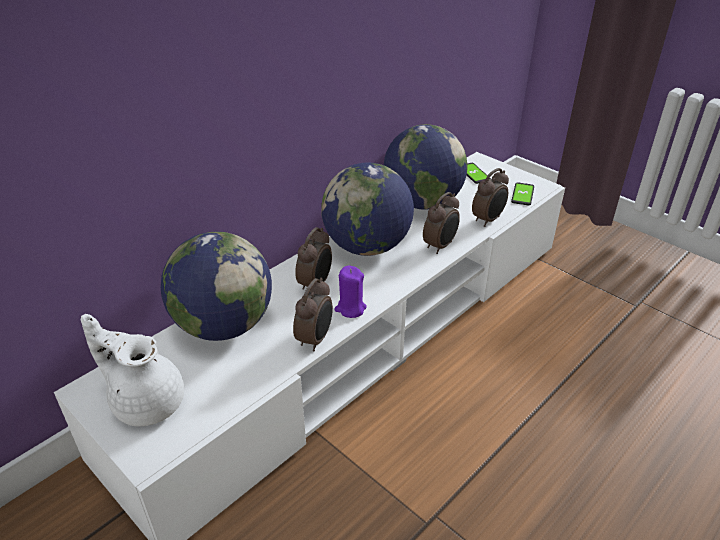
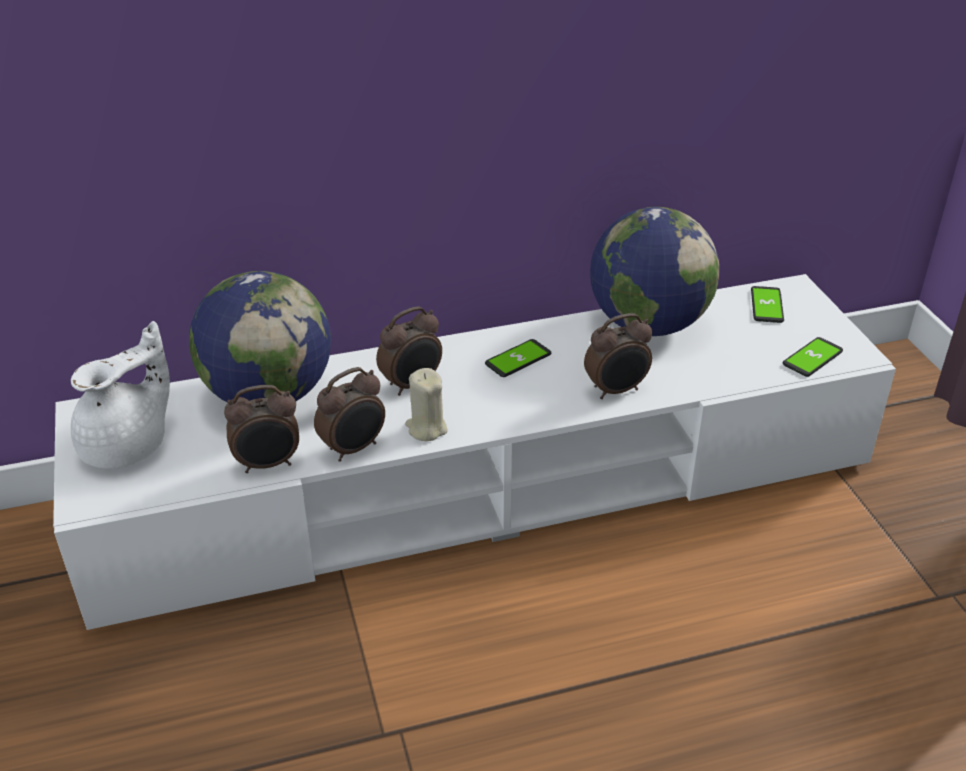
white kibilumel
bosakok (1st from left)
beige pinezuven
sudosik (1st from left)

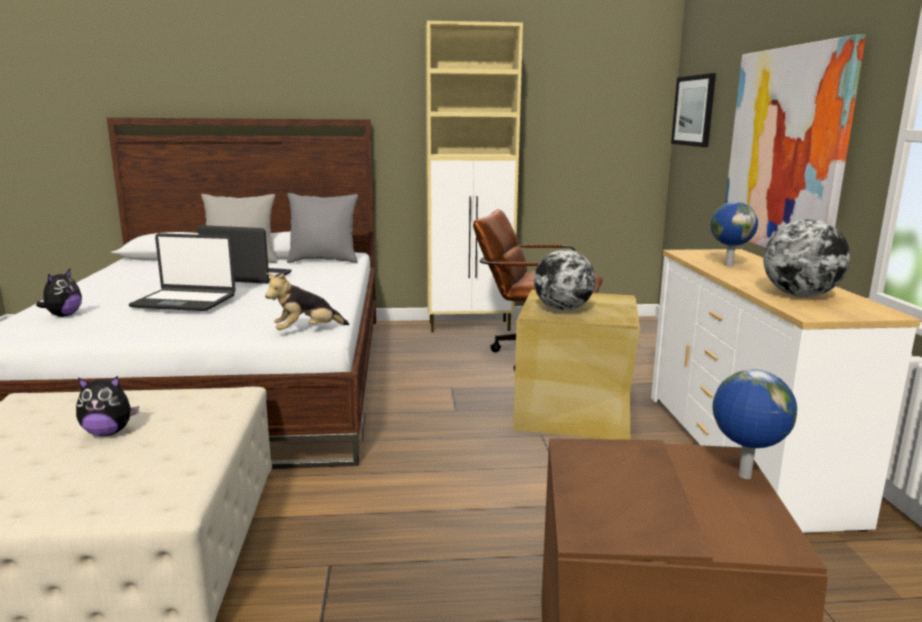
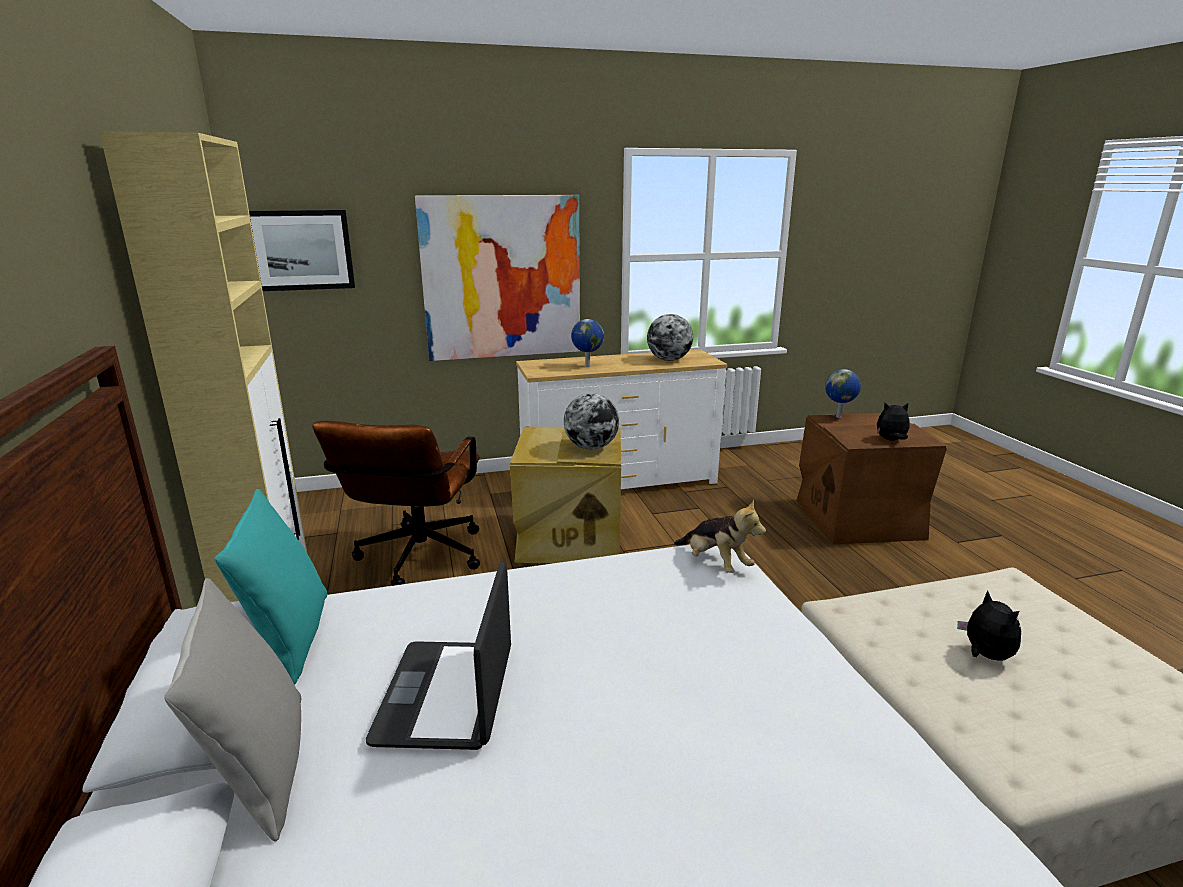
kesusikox (2nd from left)
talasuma (1st from left in the first image)
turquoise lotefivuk

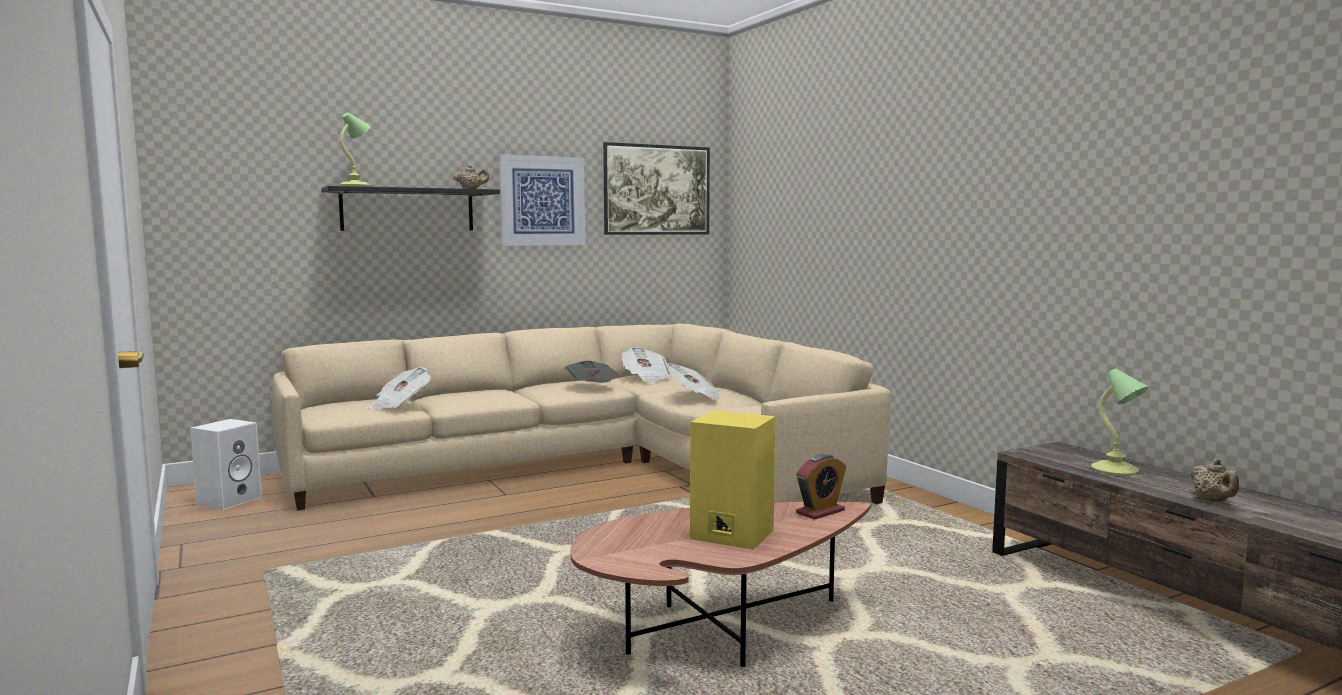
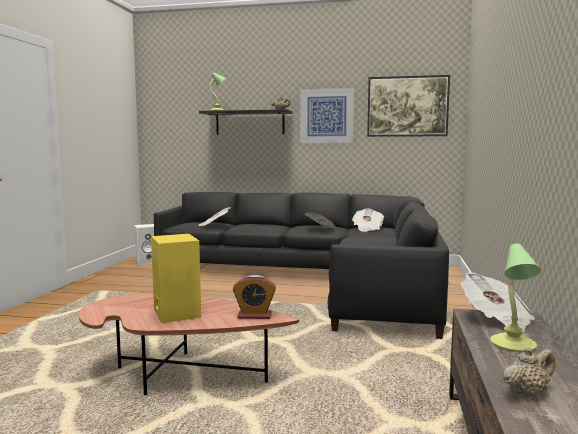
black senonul
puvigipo (4th from left)
beige kibilumel (2nd from left)

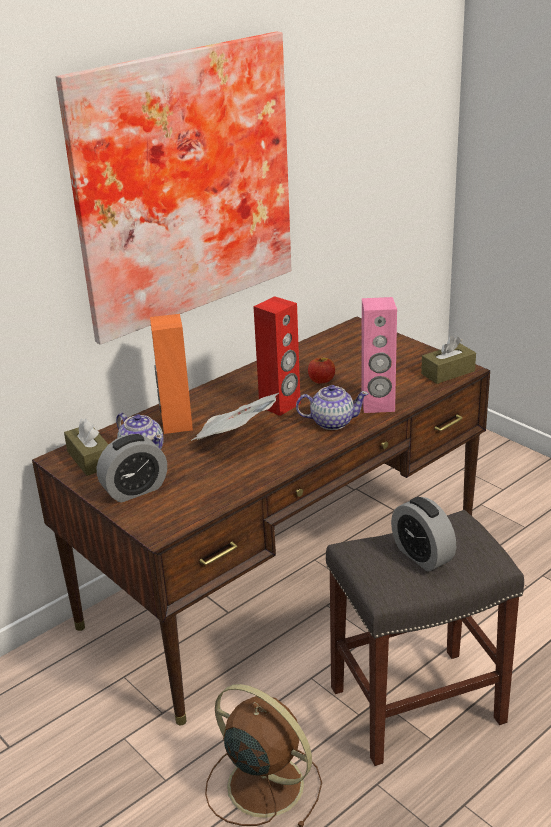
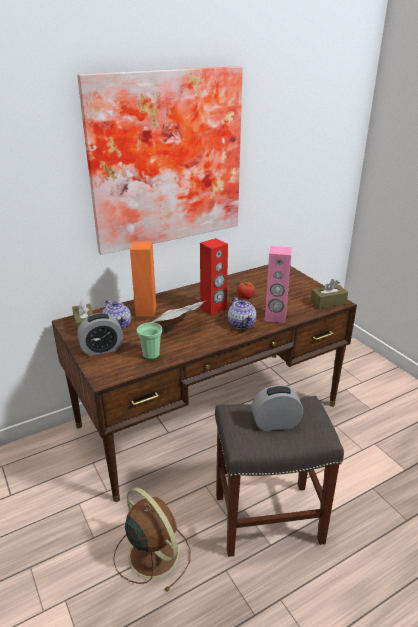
kibilumel (2nd from left)
sudosik (2nd from left)
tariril

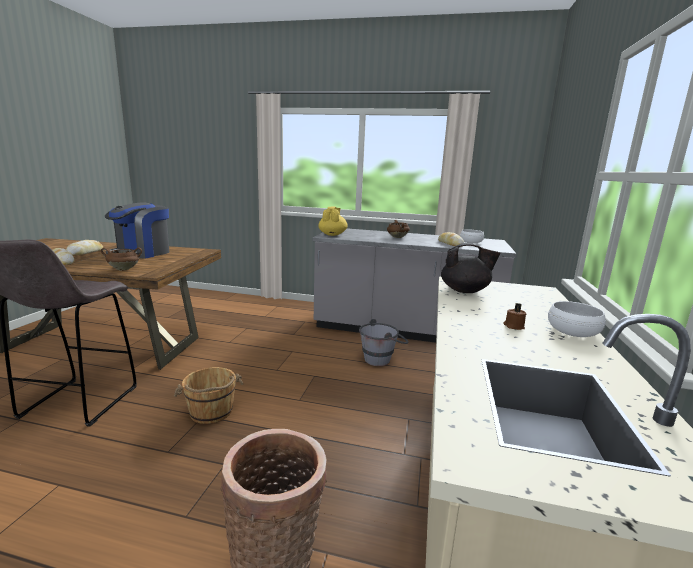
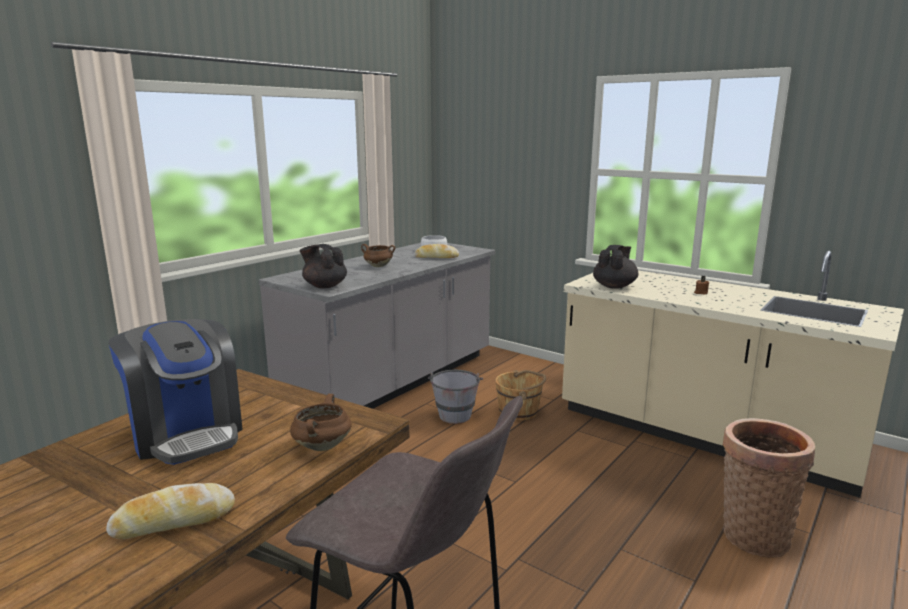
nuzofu (2nd from left in the first image)
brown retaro
black kibilumel (1st from left)
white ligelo (2nd from left in the first image)

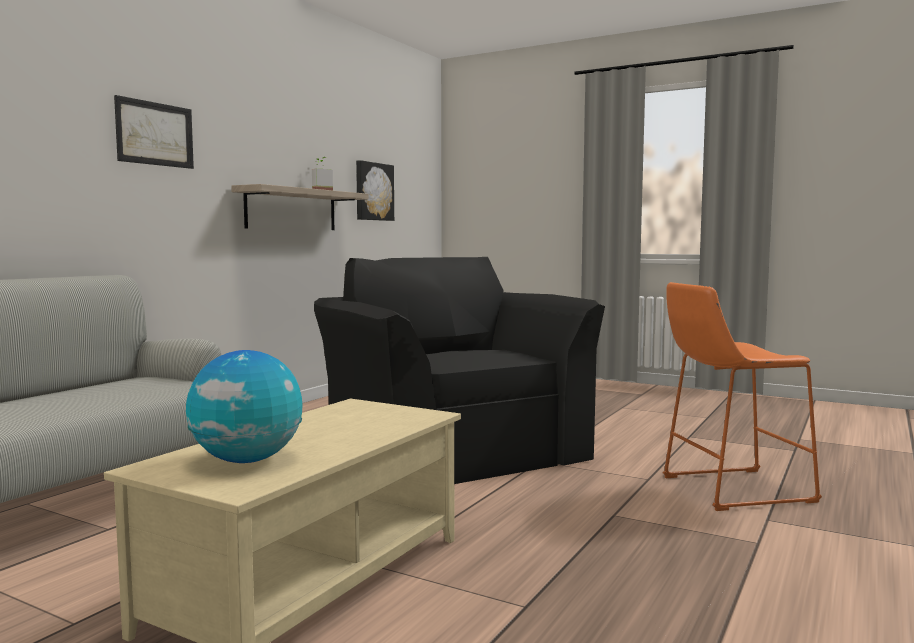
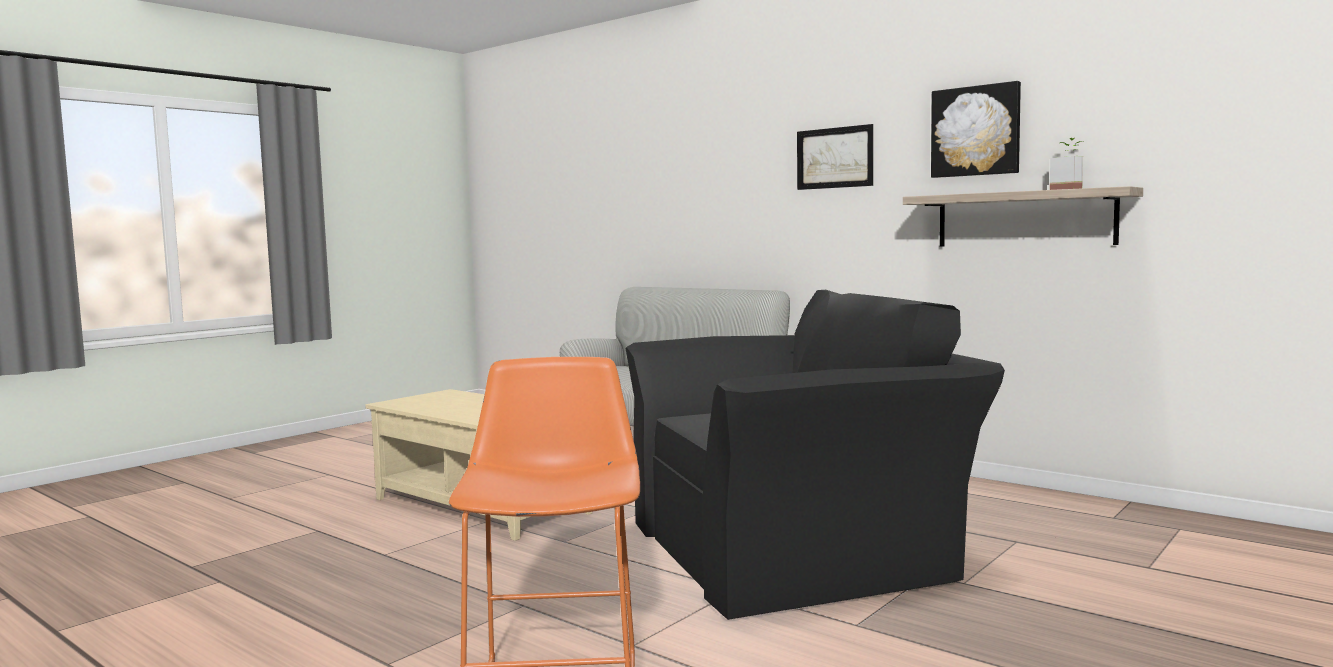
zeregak
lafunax (2nd from left)

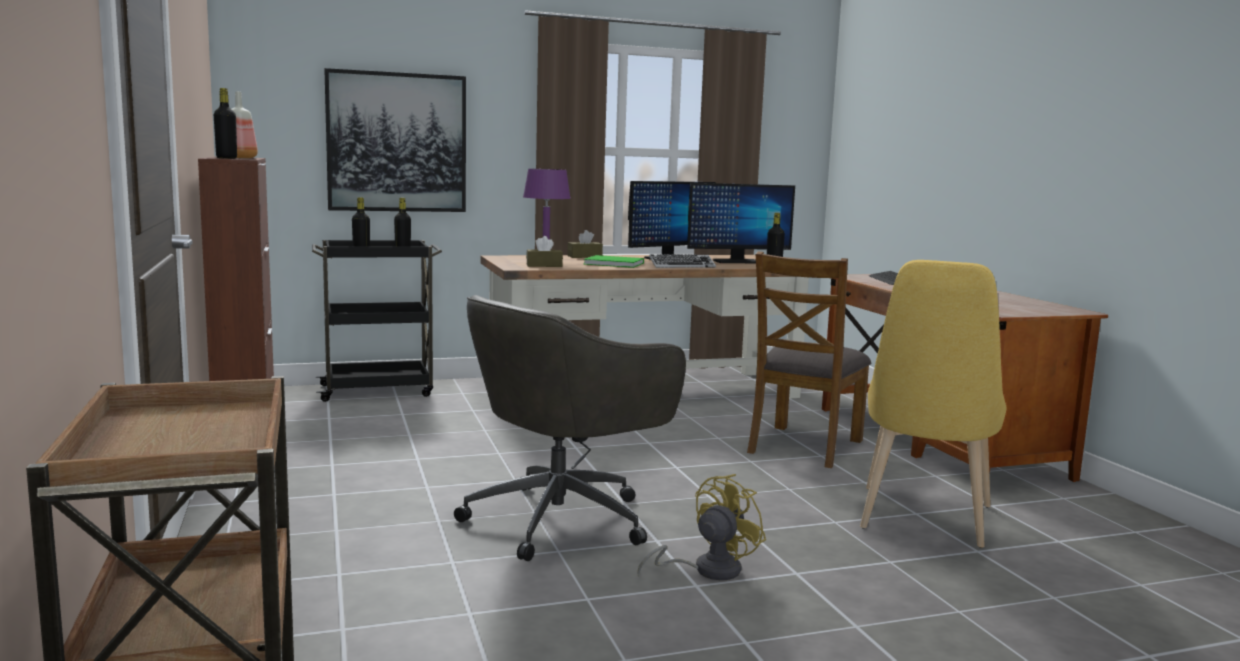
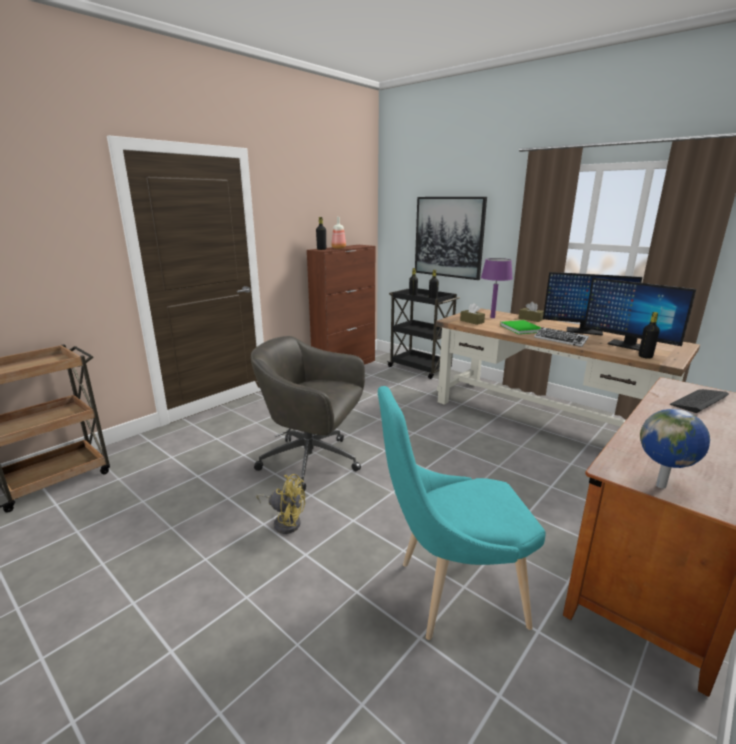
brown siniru
turquoise siniru
zeregak

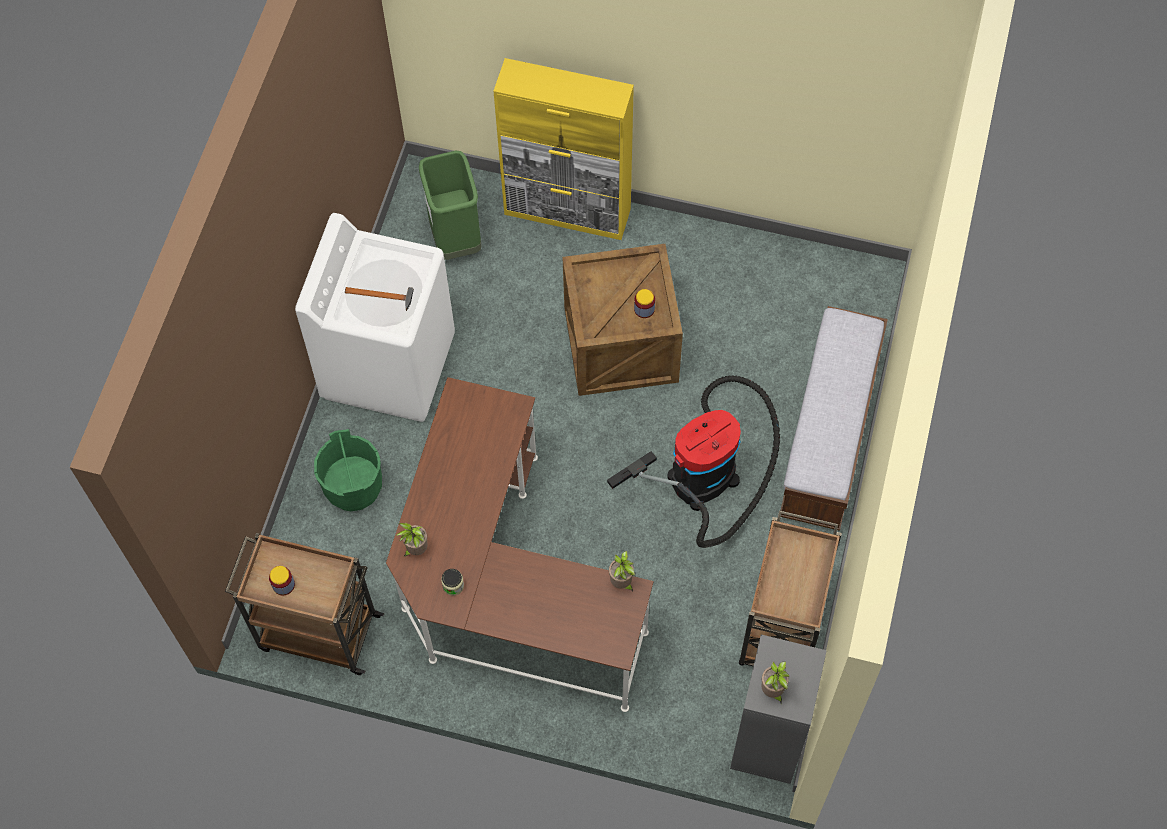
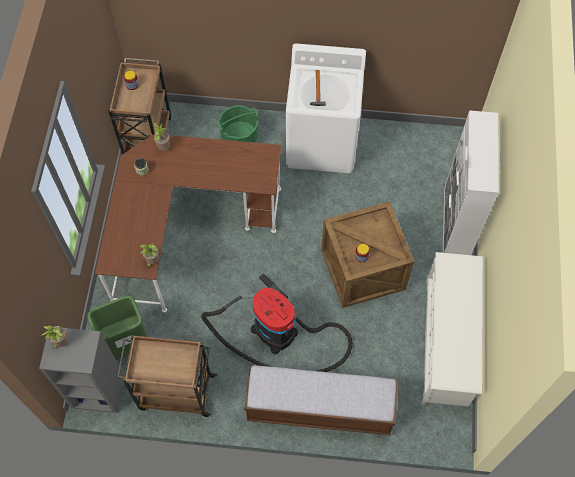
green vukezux
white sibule
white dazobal

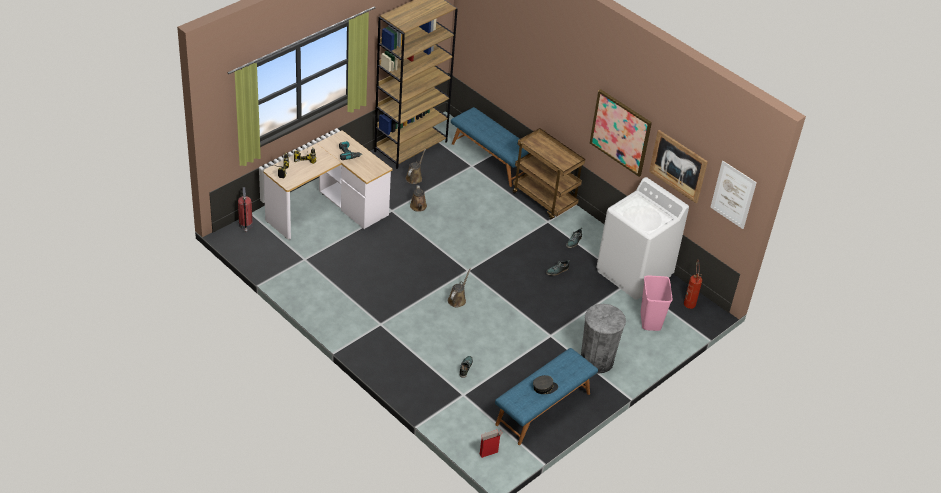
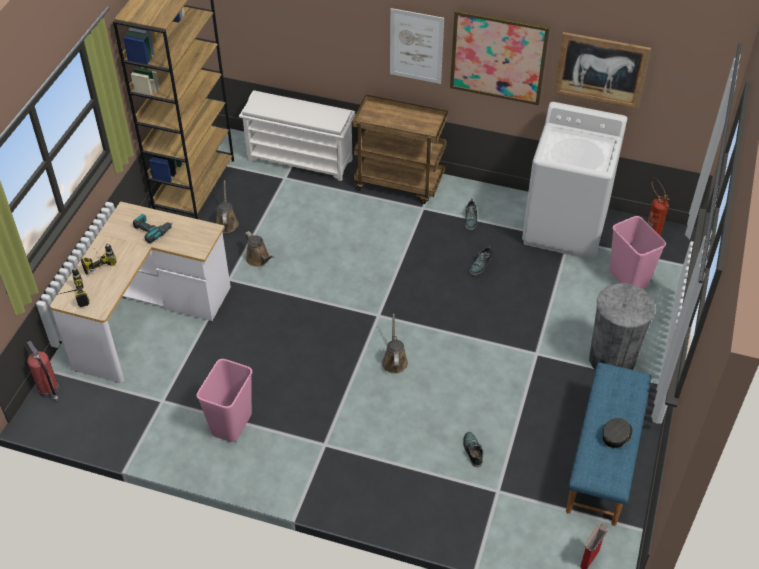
white dazobal
lafunax (1st from left)
pink vukezux (1st from left)

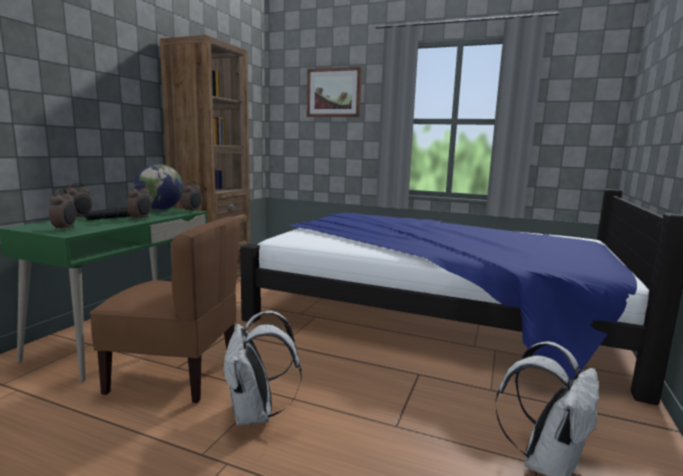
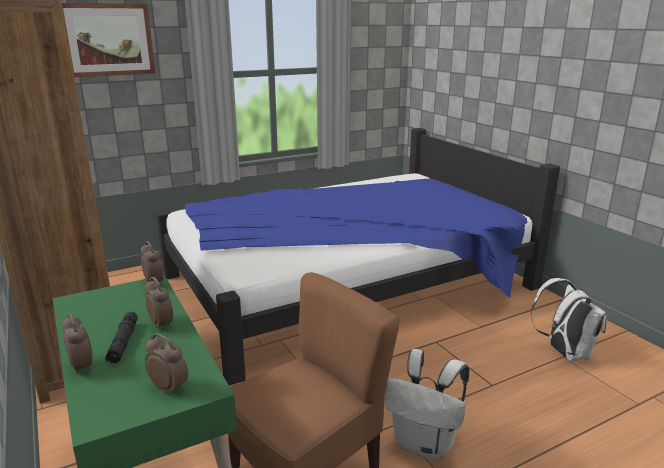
zeregak

